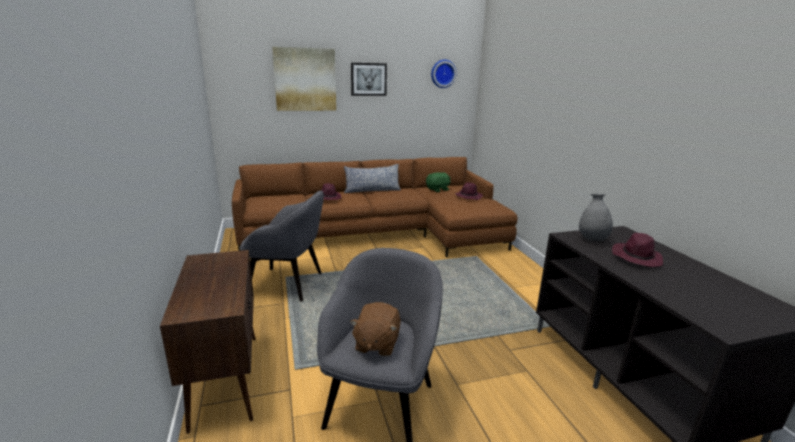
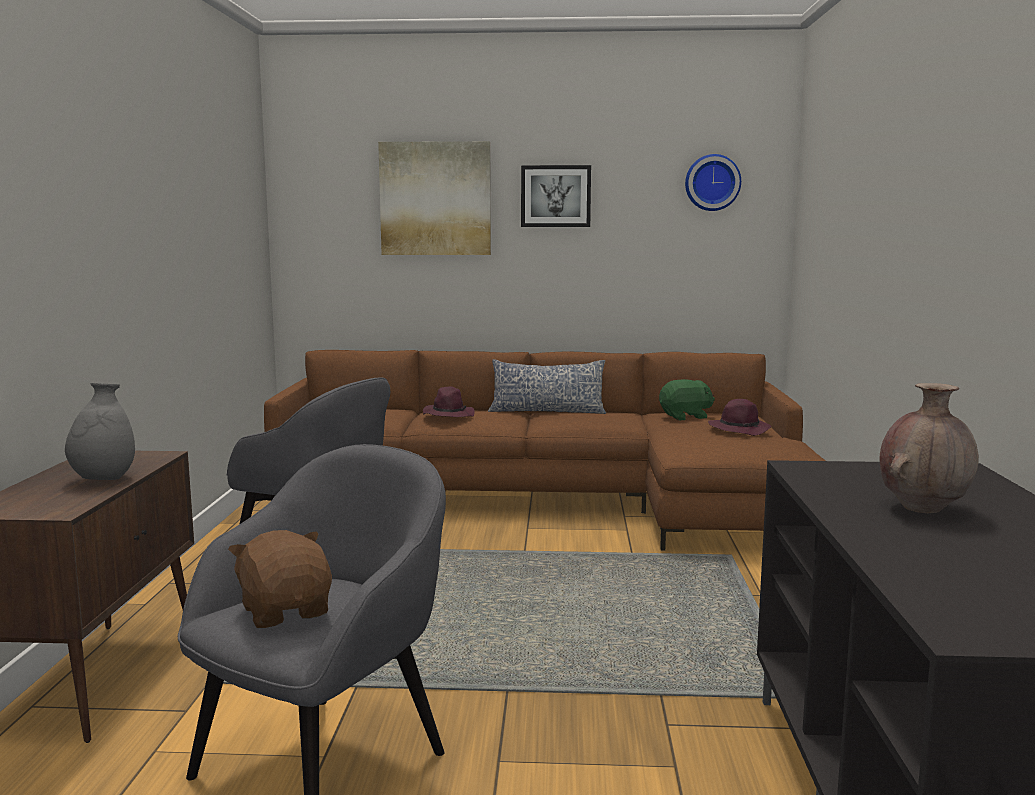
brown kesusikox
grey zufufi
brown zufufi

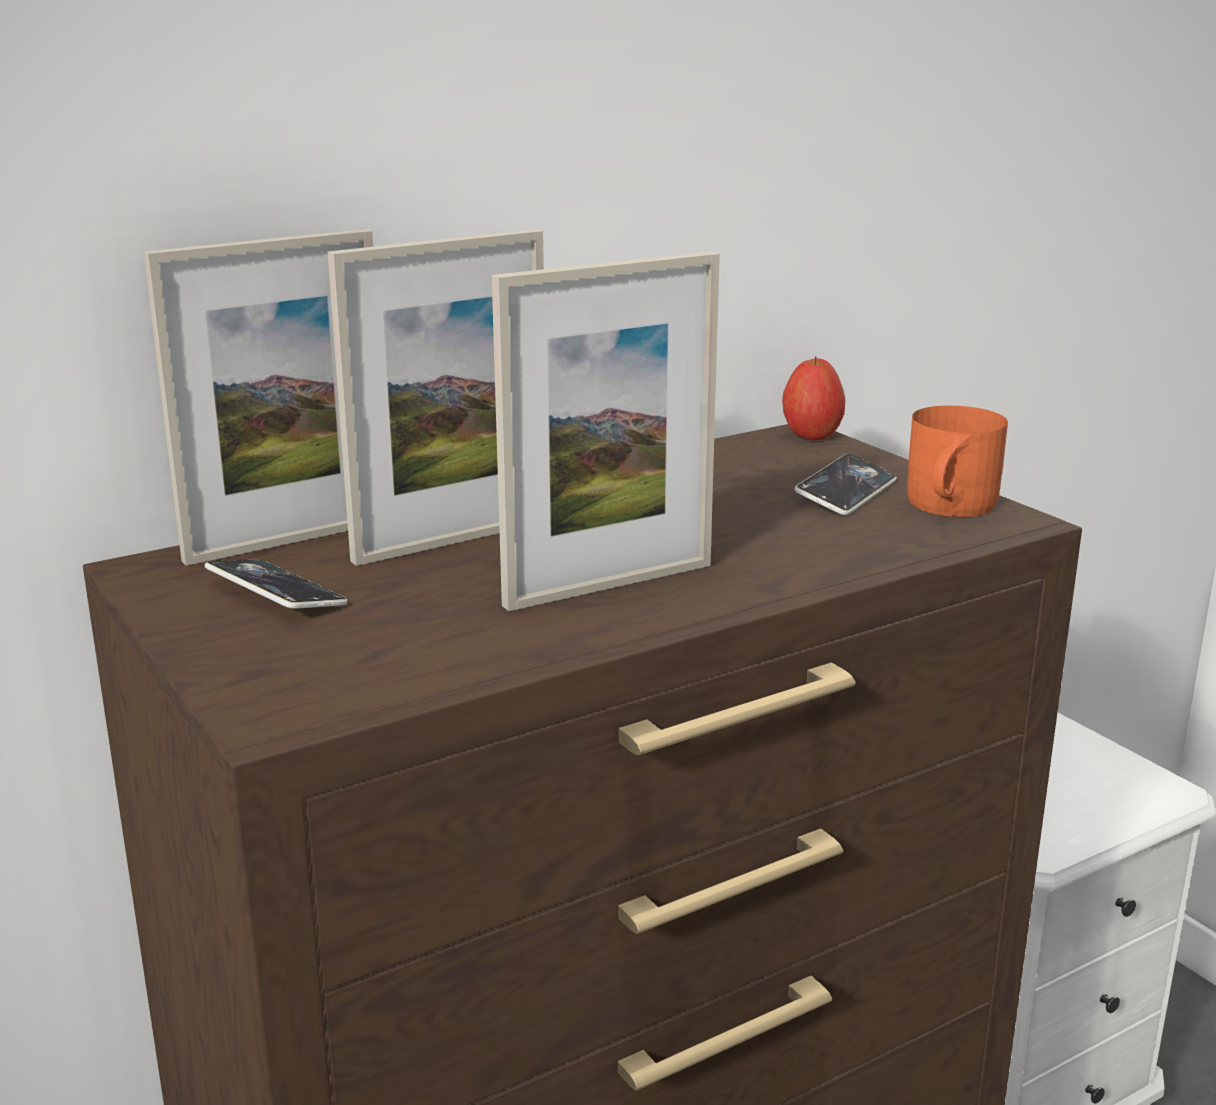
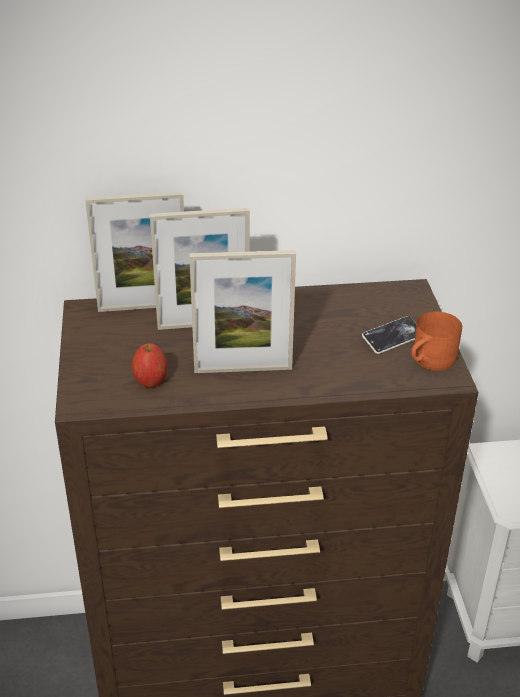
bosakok (1st from left in the first image)
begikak

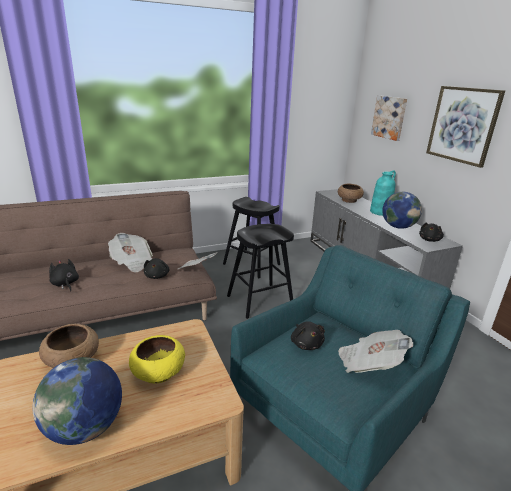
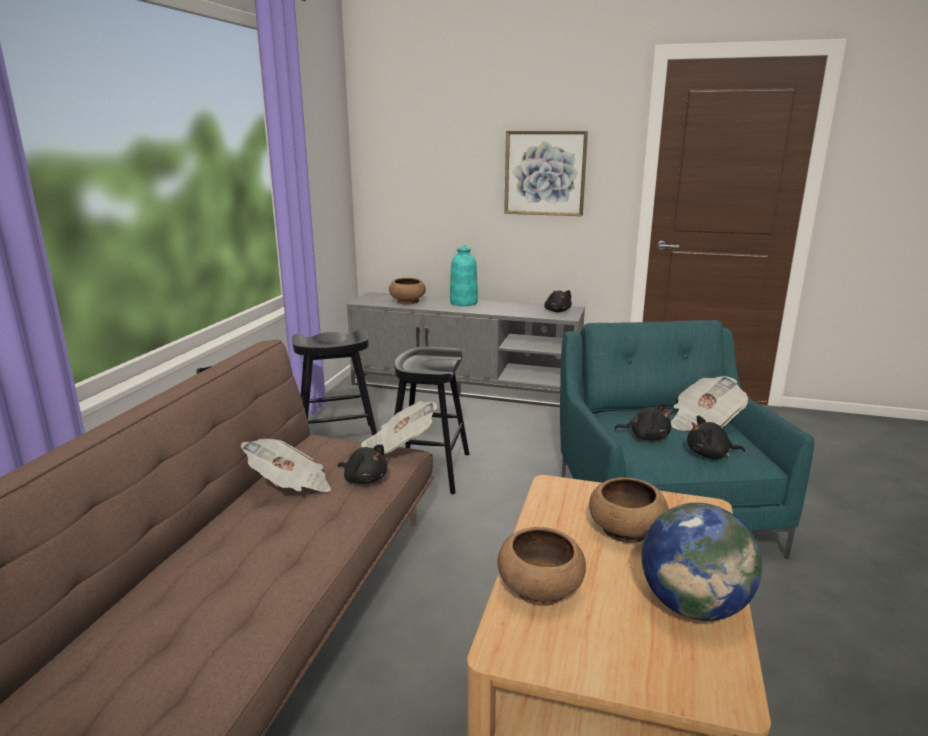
black kesusikox (4th from left)
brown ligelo (3rd from left)
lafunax (1st from left in the first image)
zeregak (2nd from left in the first image)

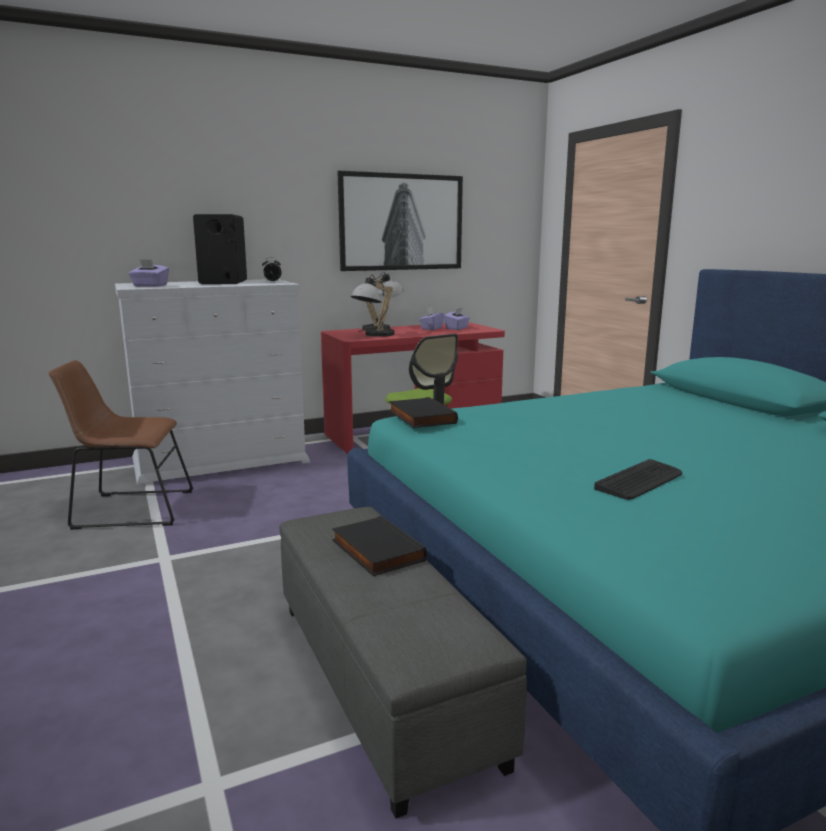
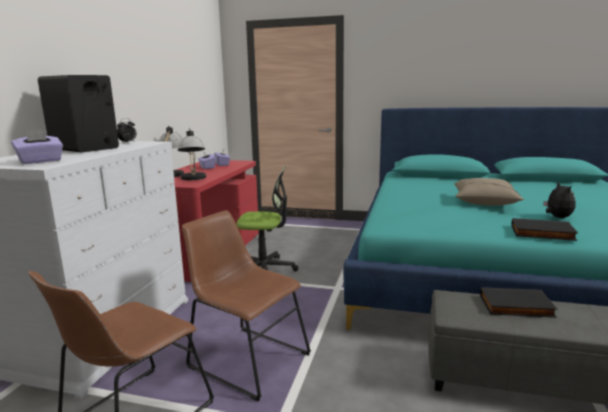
lafunax
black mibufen (2nd from left)
kesusikox
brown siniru (2nd from left)
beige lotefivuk

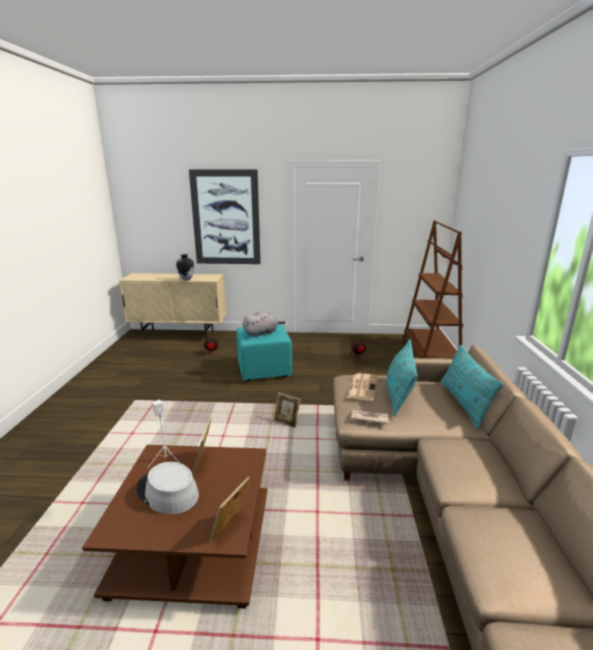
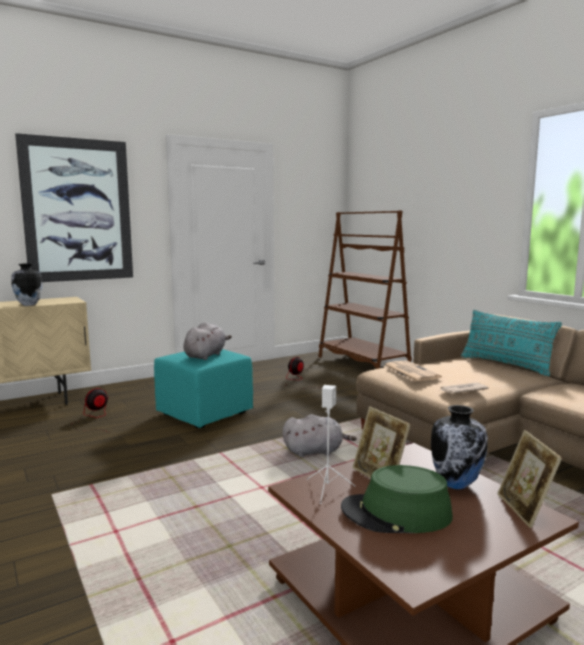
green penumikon
grey kesusikox (2nd from left)
turquoise lotefivuk (1st from left in the first image)
zufufi (2nd from left)

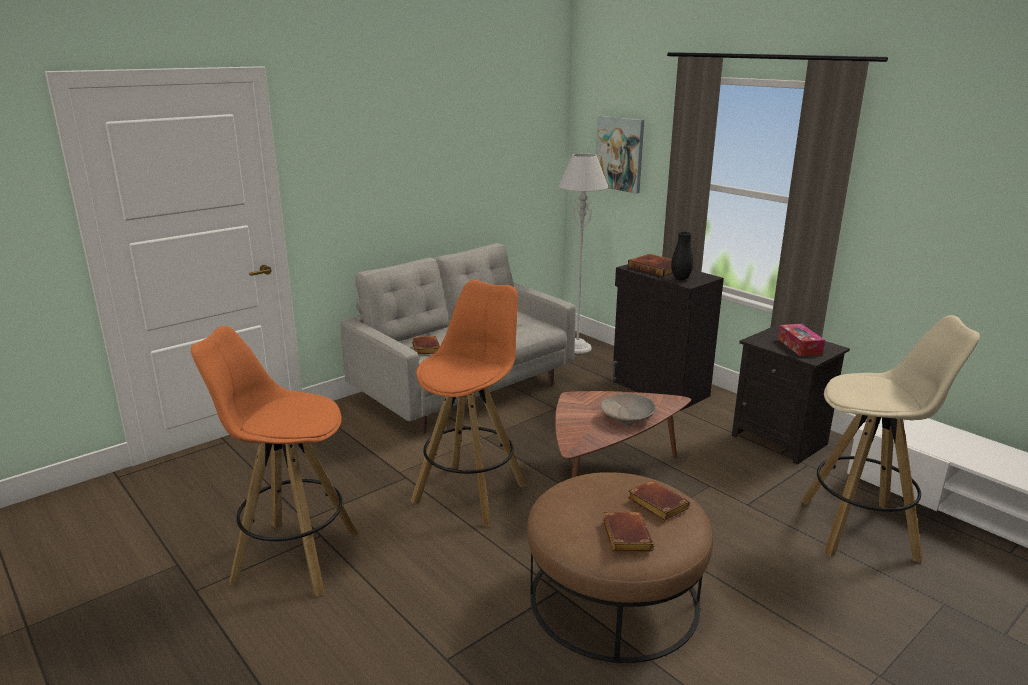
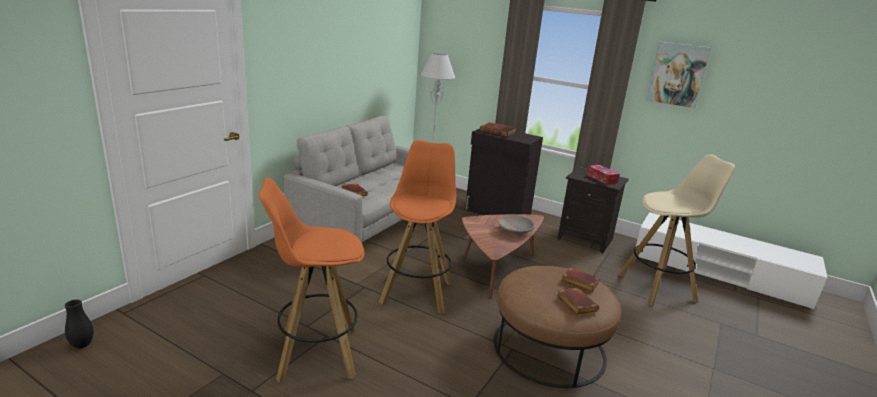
lafunax
black zufufi

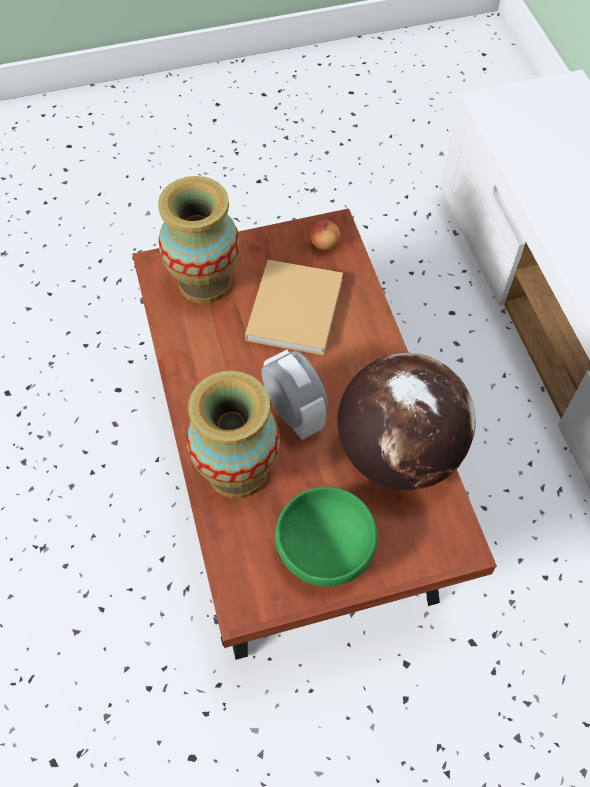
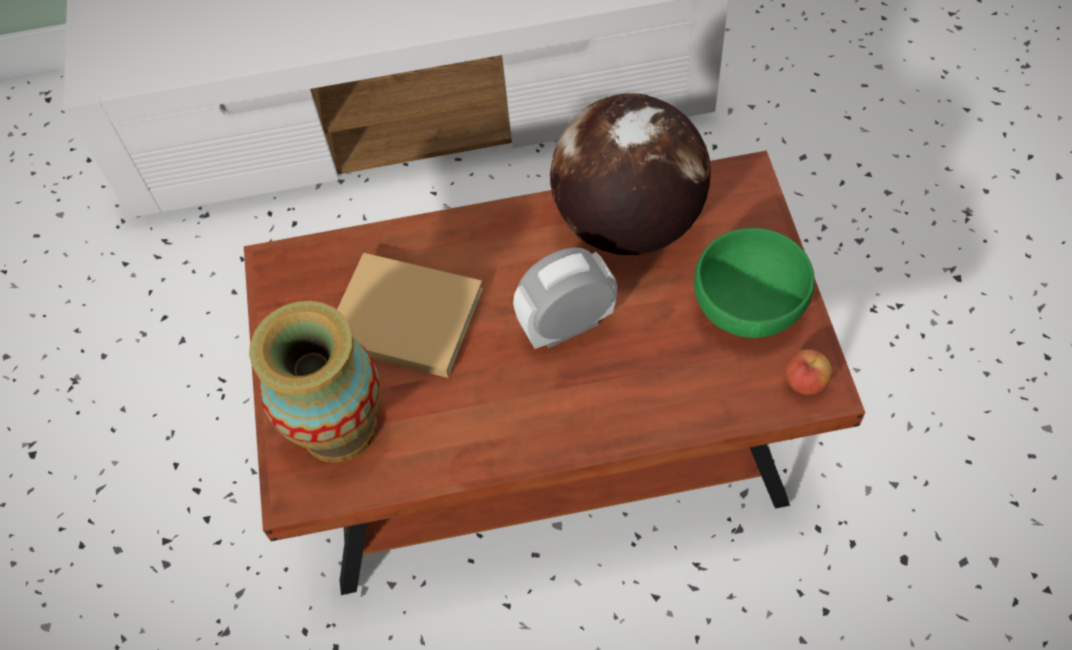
zufufi (2nd from left in the first image)
begikak

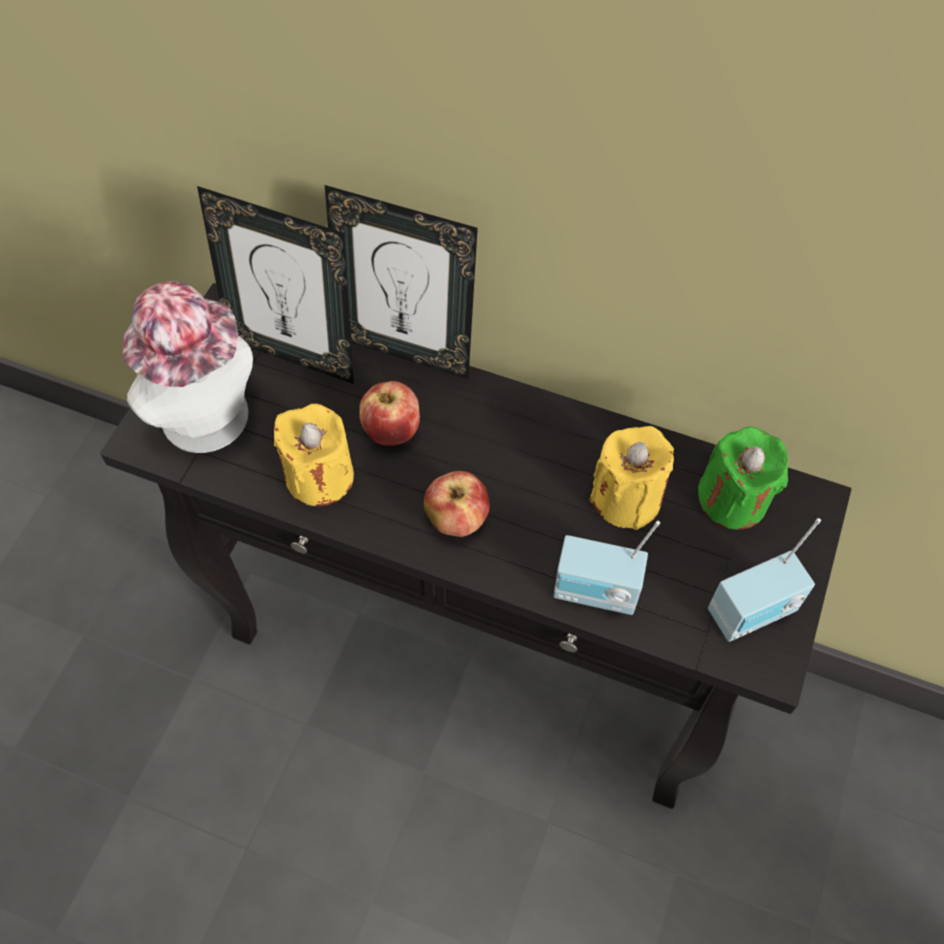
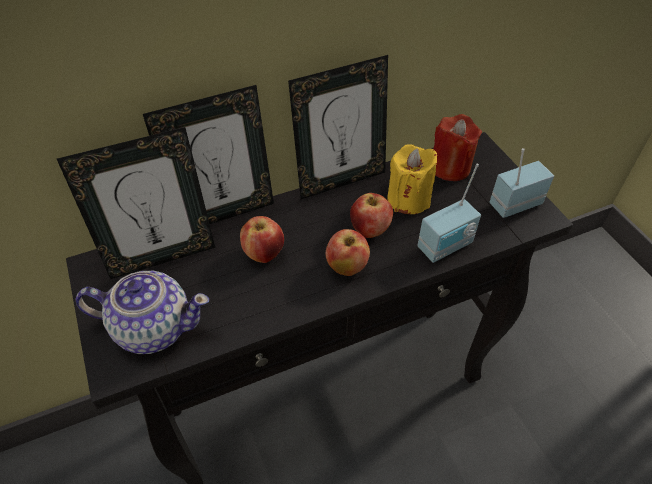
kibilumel
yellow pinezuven (1st from left in the first image)
red pinezuven
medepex (2nd from left)
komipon (3rd from left)
begikak (3rd from left)

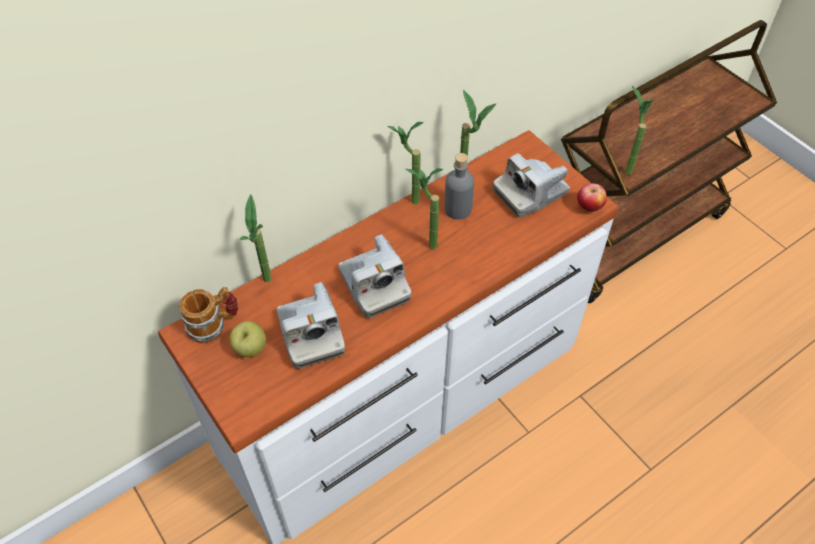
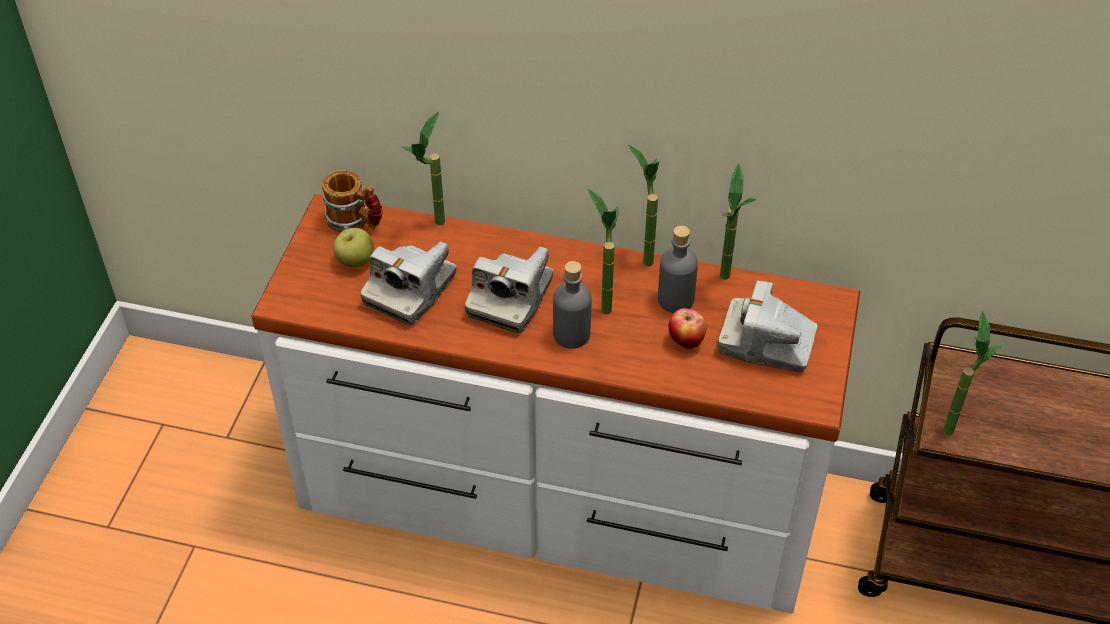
begikak (2nd from left)
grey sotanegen (1st from left)

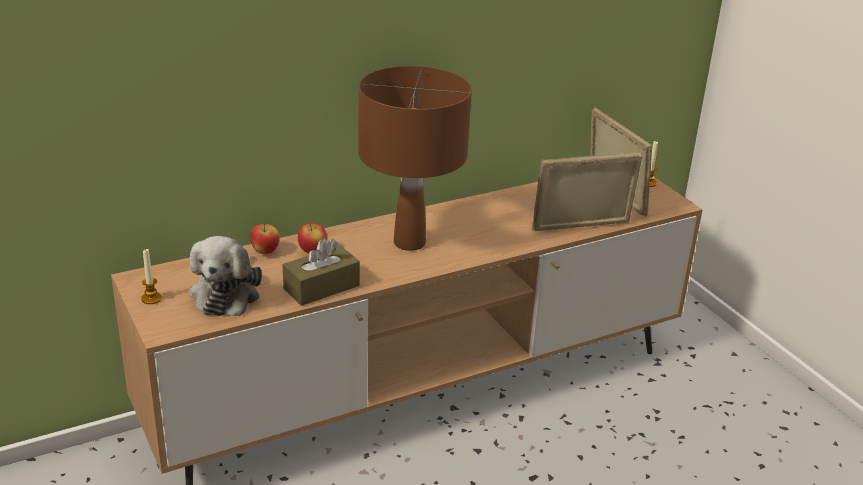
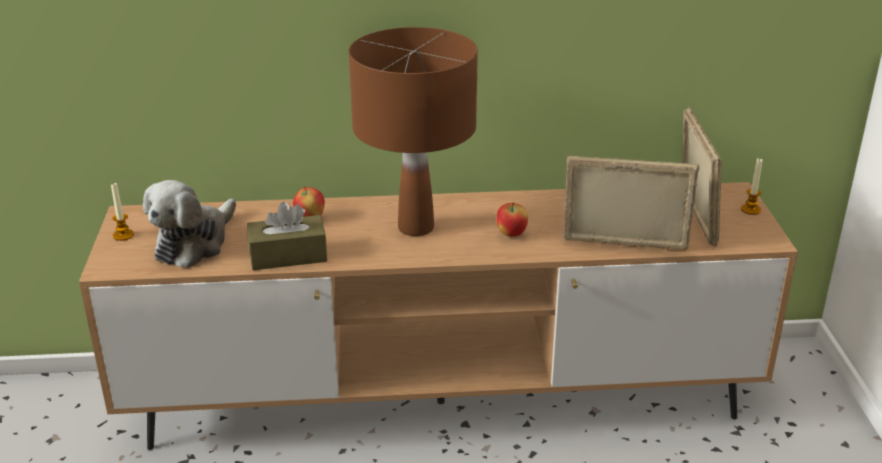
begikak (2nd from left)

